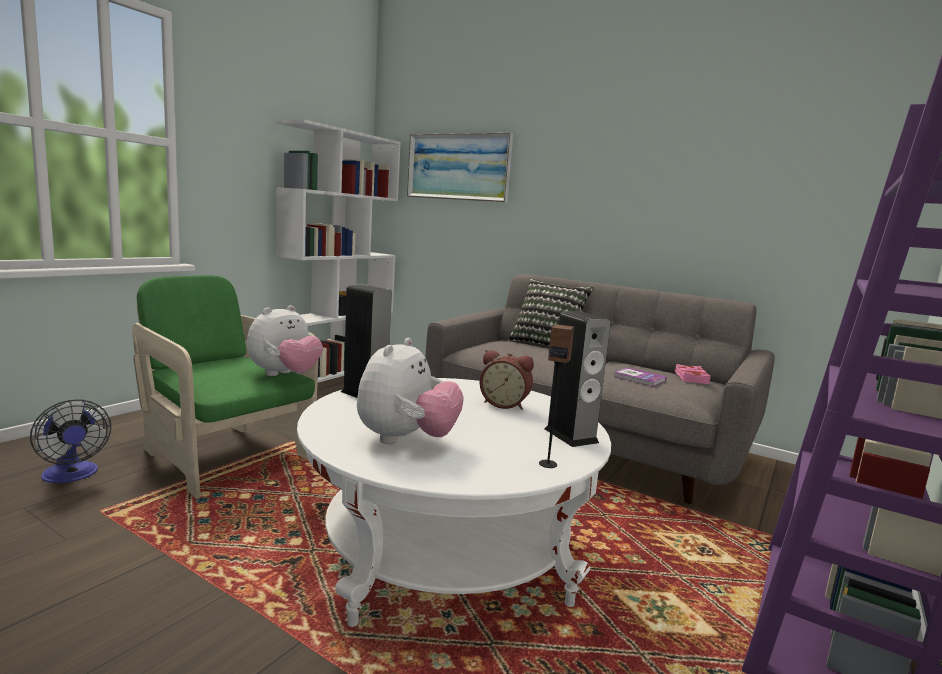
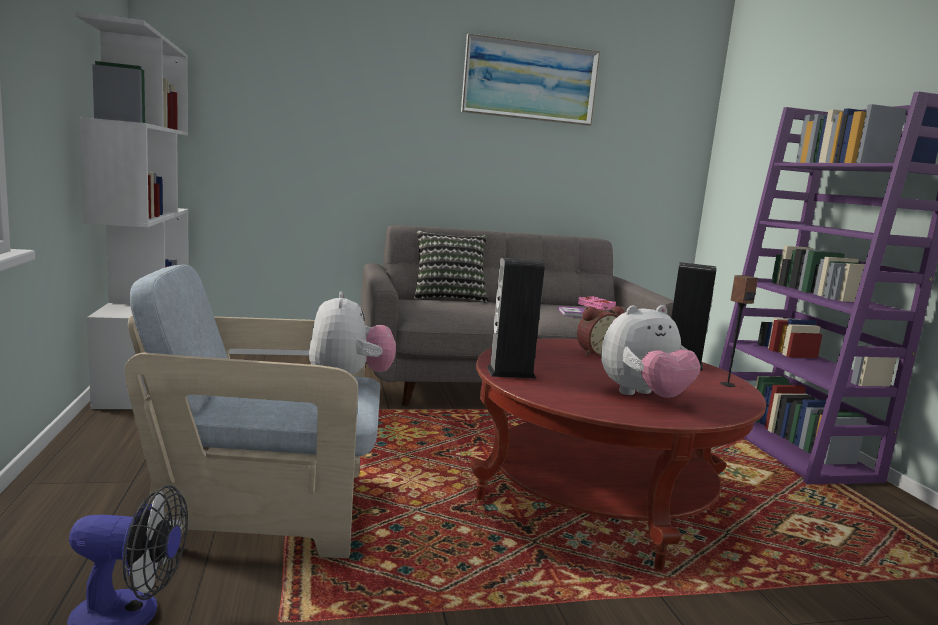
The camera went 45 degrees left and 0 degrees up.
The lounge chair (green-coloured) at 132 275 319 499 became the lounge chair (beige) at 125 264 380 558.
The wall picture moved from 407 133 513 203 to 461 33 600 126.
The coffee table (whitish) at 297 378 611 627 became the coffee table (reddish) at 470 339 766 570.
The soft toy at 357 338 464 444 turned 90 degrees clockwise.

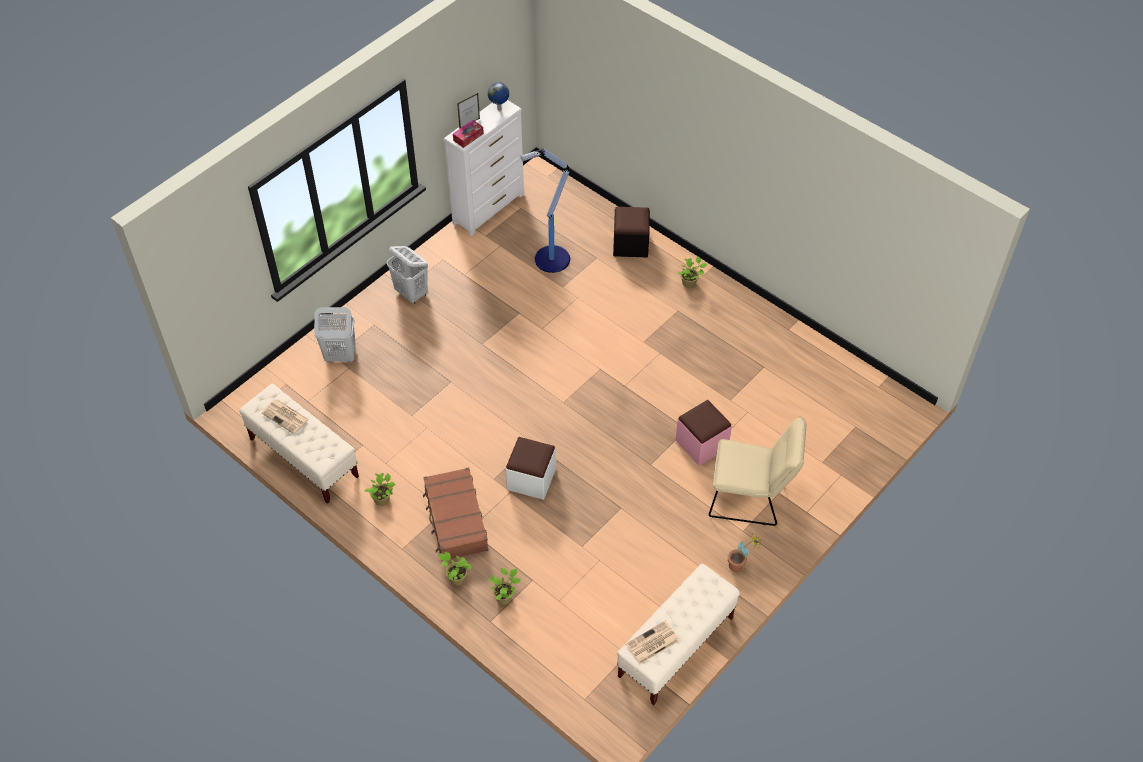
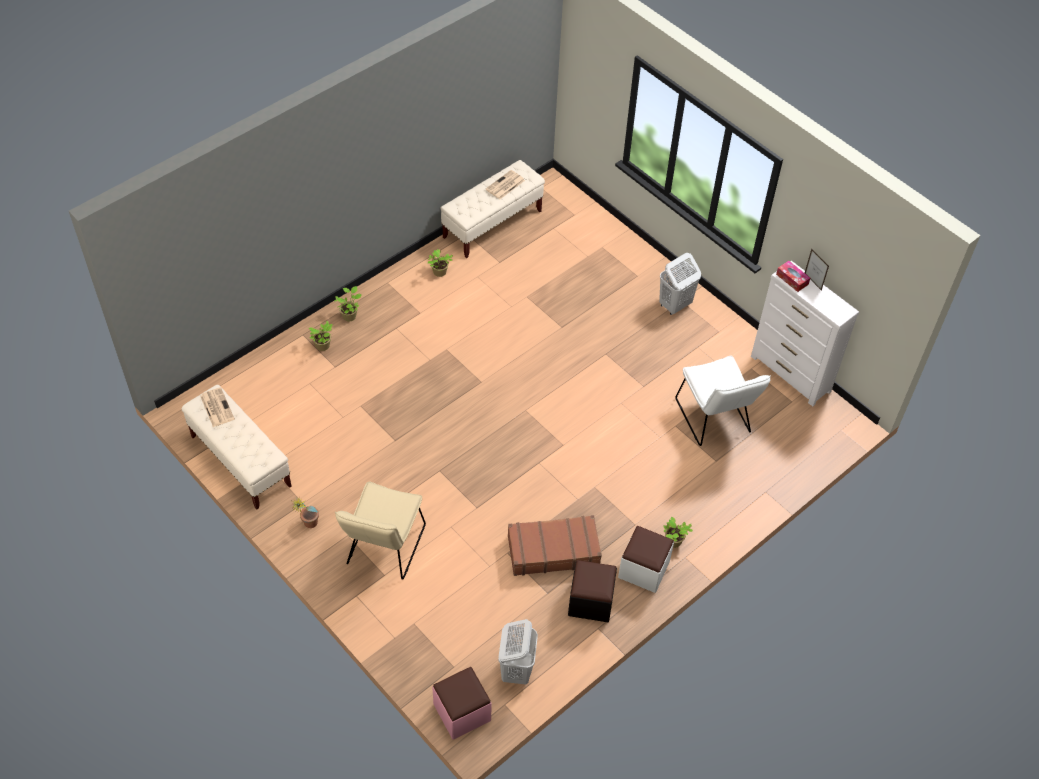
The camera went 95 degrees right and 0 degrees up.
The ottoman (pink) moved from 675 400 732 466 to 432 667 492 740.
The laundry basket (whitish) moved from 314 307 356 362 to 499 619 538 685.
The travel case (brown) moved from 423 467 488 559 to 508 515 602 576.
The ottoman (black) moved from 613 207 650 257 to 568 560 617 622.
The ottoman (whitish) moved from 506 437 556 500 to 618 526 674 593.
The standing lamp at 520 148 570 273 was replaced by the upright chair (whitish) at 675 356 771 446.
The globe at 488 82 509 111 disappeared.

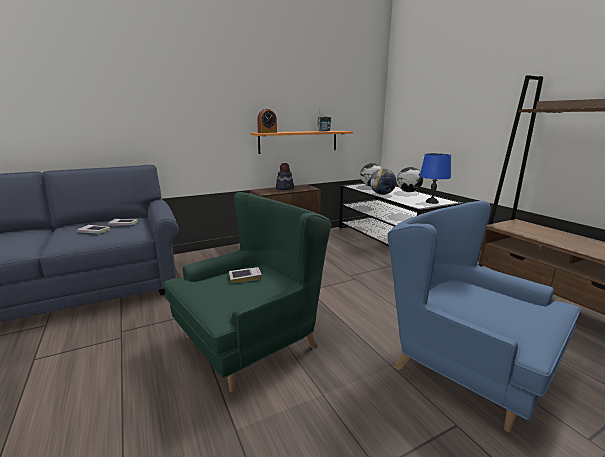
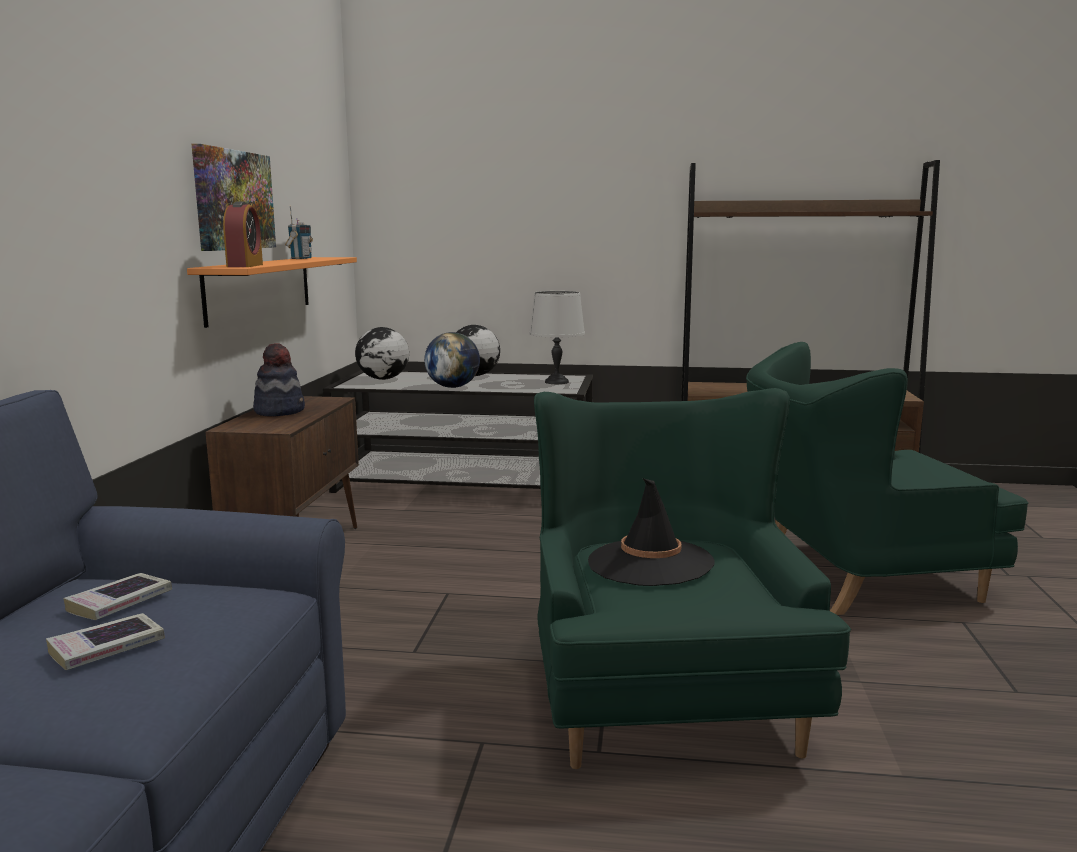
The camera went 55 degrees left and 5 degrees down.
The wall picture at 192 144 276 251 appeared.
The tabletop lamp (blue-coloured) at 420 153 451 204 became the tabletop lamp (gray) at 529 291 585 384.
The volume at 229 267 262 284 was replaced by the wearable hat (black) at 588 479 714 586.
The lounge chair (blue-coloured) at 388 201 580 432 became the lounge chair (green-coloured) at 746 342 1029 615.

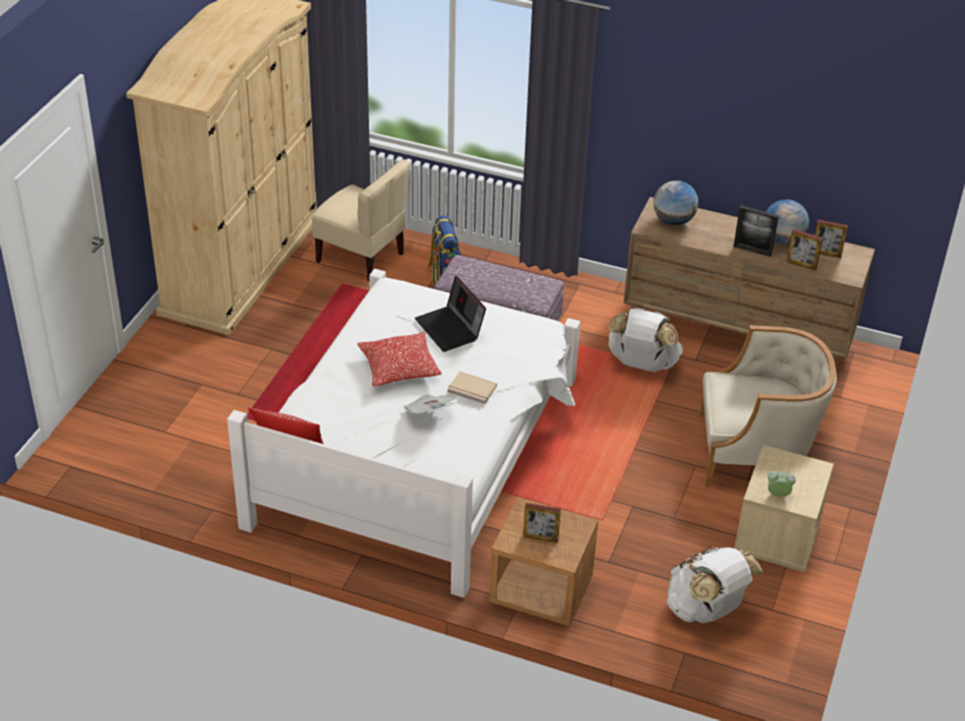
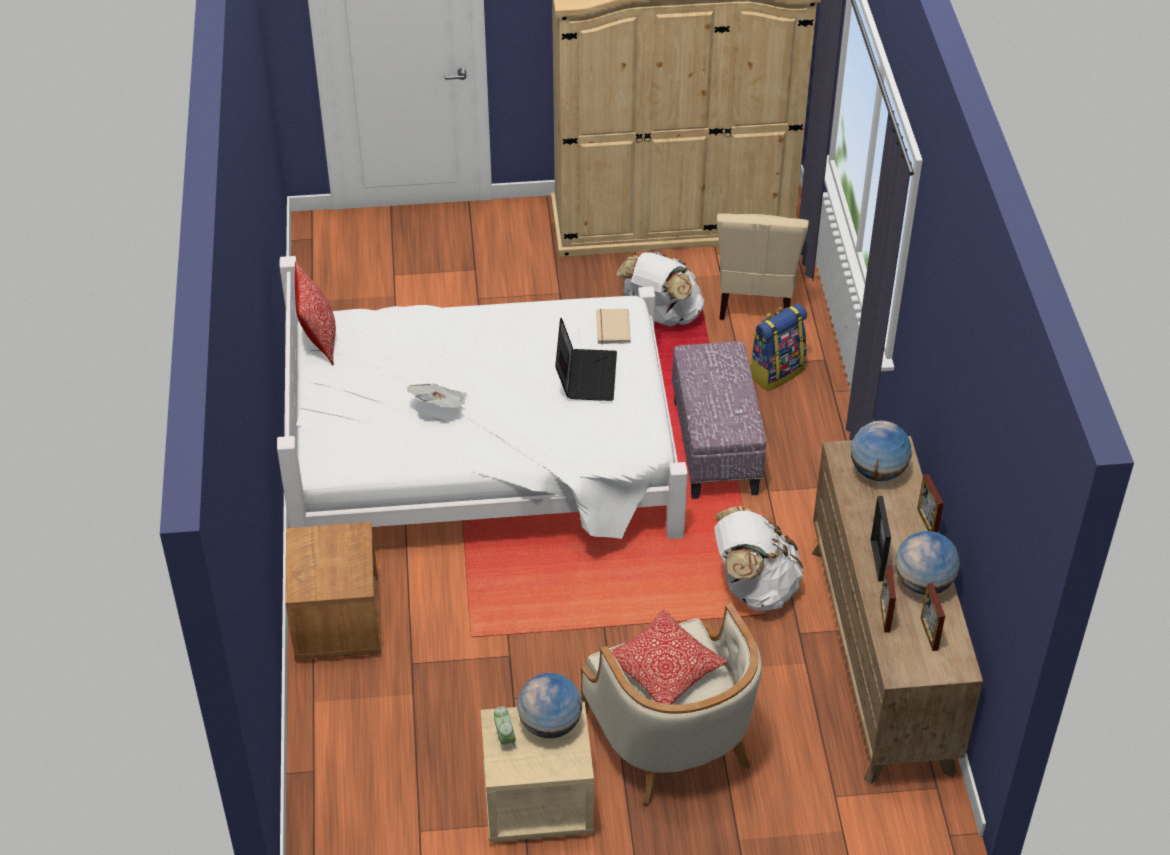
The camera went 65 degrees right and 5 degrees up.
The globe at 517 673 582 738 appeared.
The notebook computer at 415 276 486 352 turned 150 degrees clockwise.
The volume (beige) moved from 447 372 497 404 to 596 309 631 344.
The throw pillow moved from 358 332 441 386 to 610 609 728 704.
The knapsack (whitish) moved from 667 547 763 623 to 617 252 704 327.
The picture frame moved from 523 503 561 543 to 917 474 944 533.

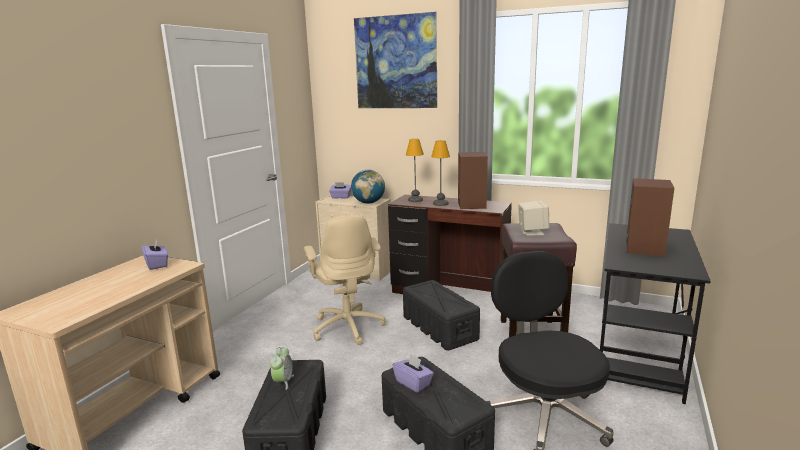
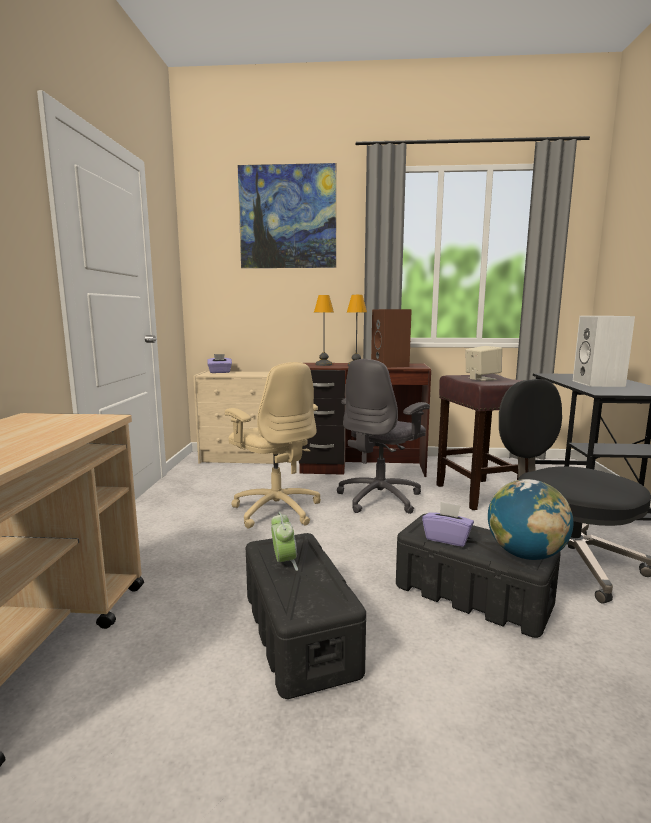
The camera went 20 degrees left and 5 degrees down.
The storage container (black) at 403 280 480 350 was replaced by the computer chair (gray) at 337 359 430 514.
The globe moved from 351 170 385 204 to 488 479 573 560.
The speaker (brown) at 626 178 674 257 became the speaker (whitish) at 573 316 635 387.
The tissue holder (purple) at 142 239 168 270 disappeared.

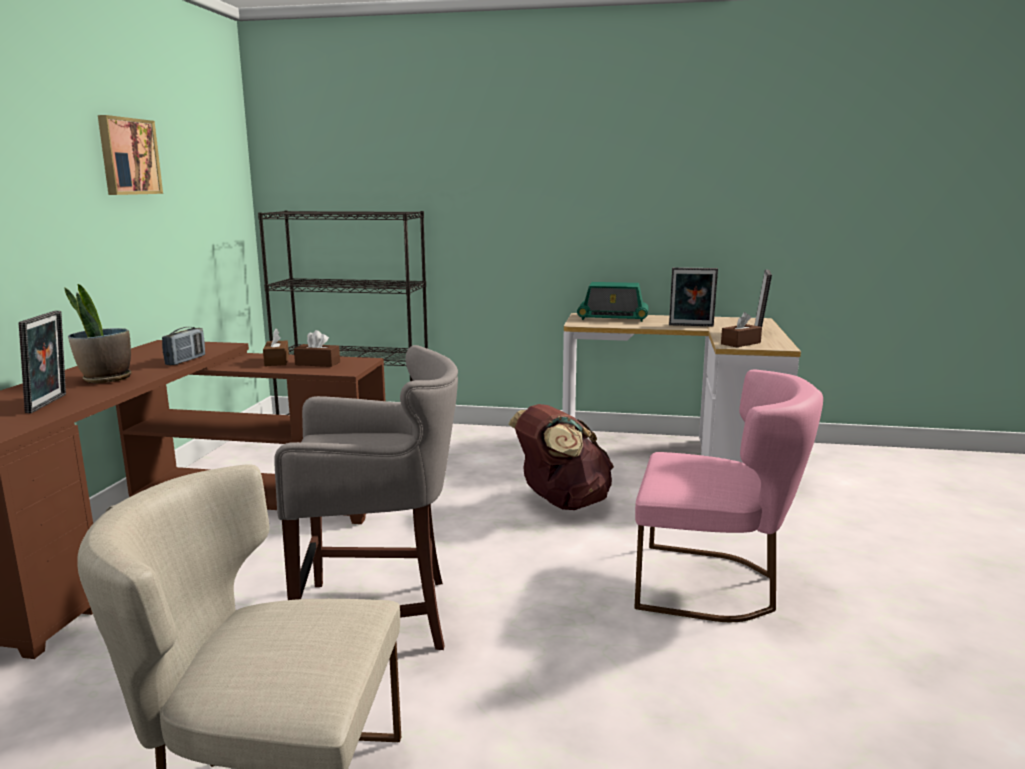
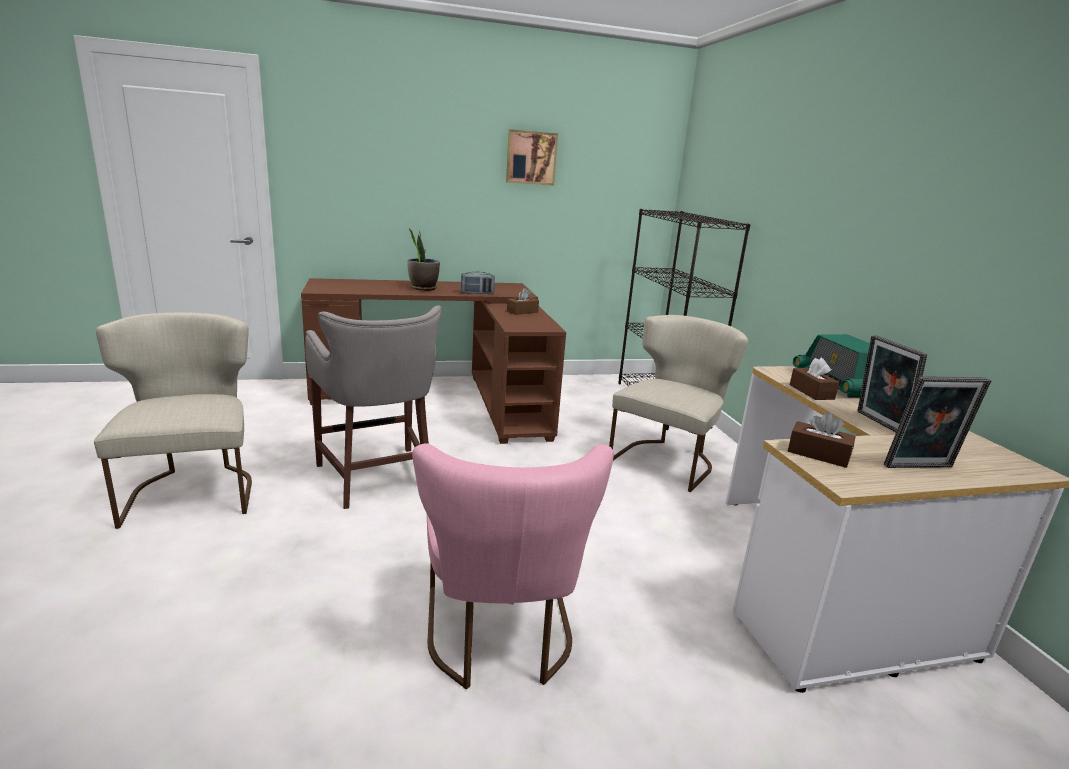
The camera went 65 degrees right and 5 degrees up.
The upright chair (beige) at 609 315 748 492 appeared.
The tissue holder (brown) moved from 294 330 340 367 to 790 358 840 400.
The picture frame at 19 310 66 413 disappeared.
The knapsack (brown) at 508 404 614 510 disappeared.

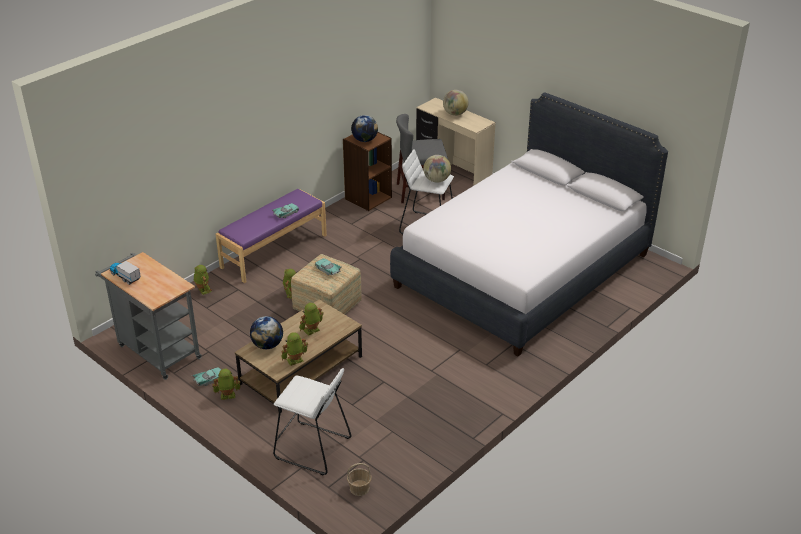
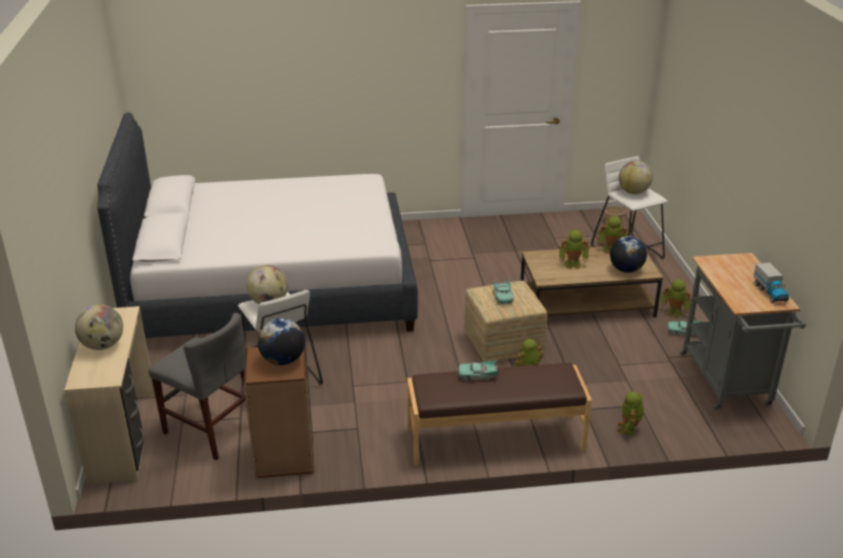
The camera went 140 degrees left and 5 degrees down.
The indoor bench (purple) at 216 189 327 283 became the indoor bench (brown) at 407 363 592 466.
The globe at 619 161 653 194 appeared.

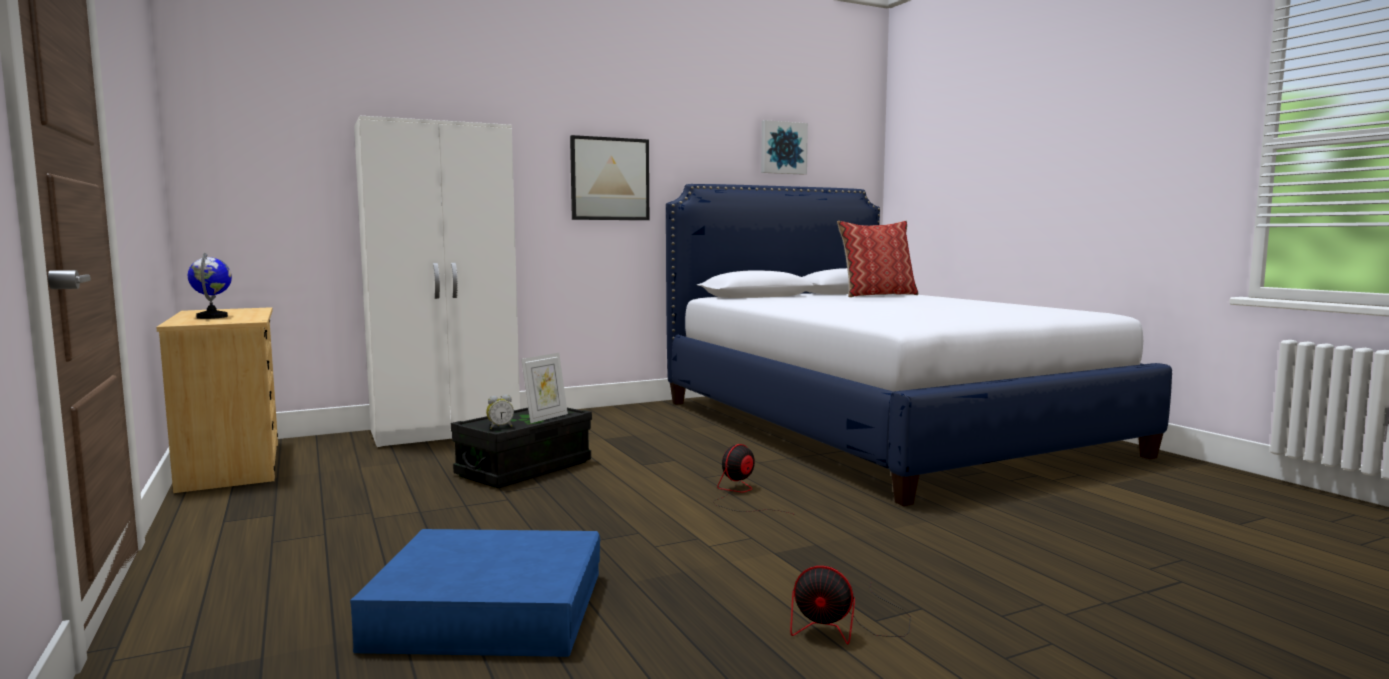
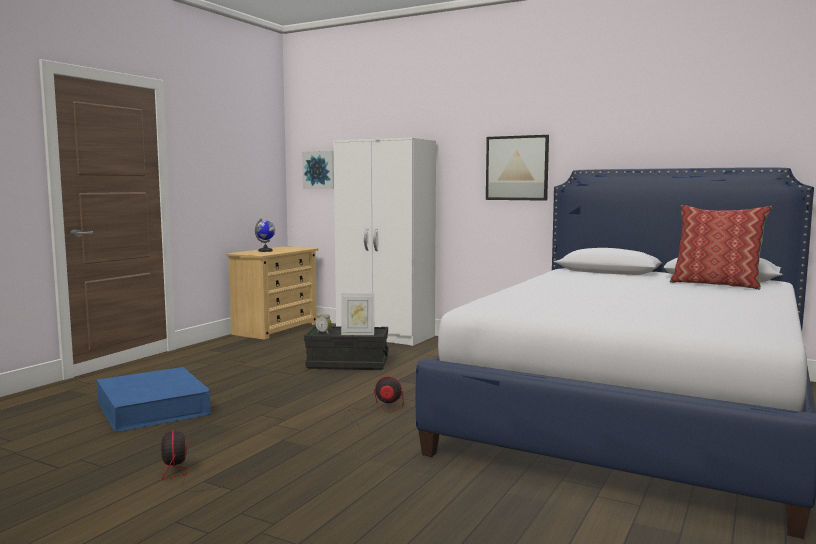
The camera went 55 degrees right and 0 degrees up.
The wall picture moved from 761 120 808 175 to 302 151 334 189.

